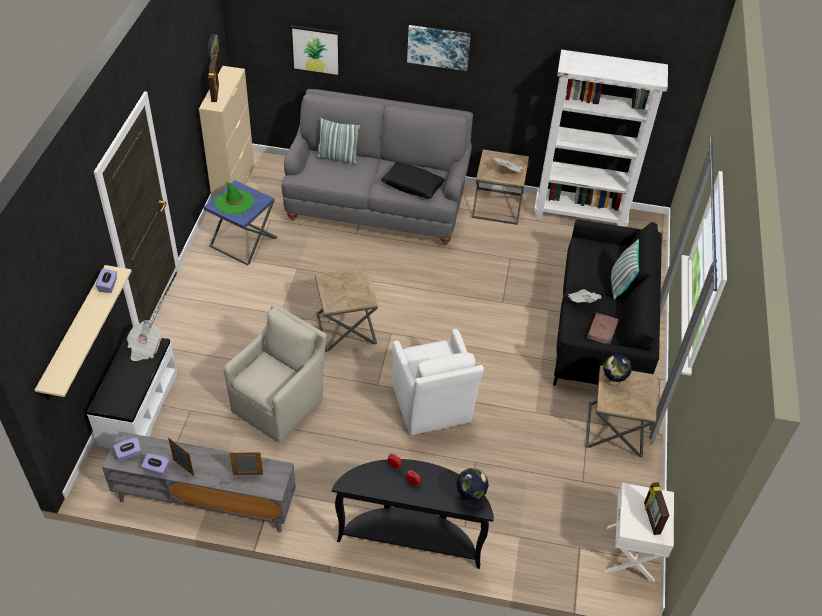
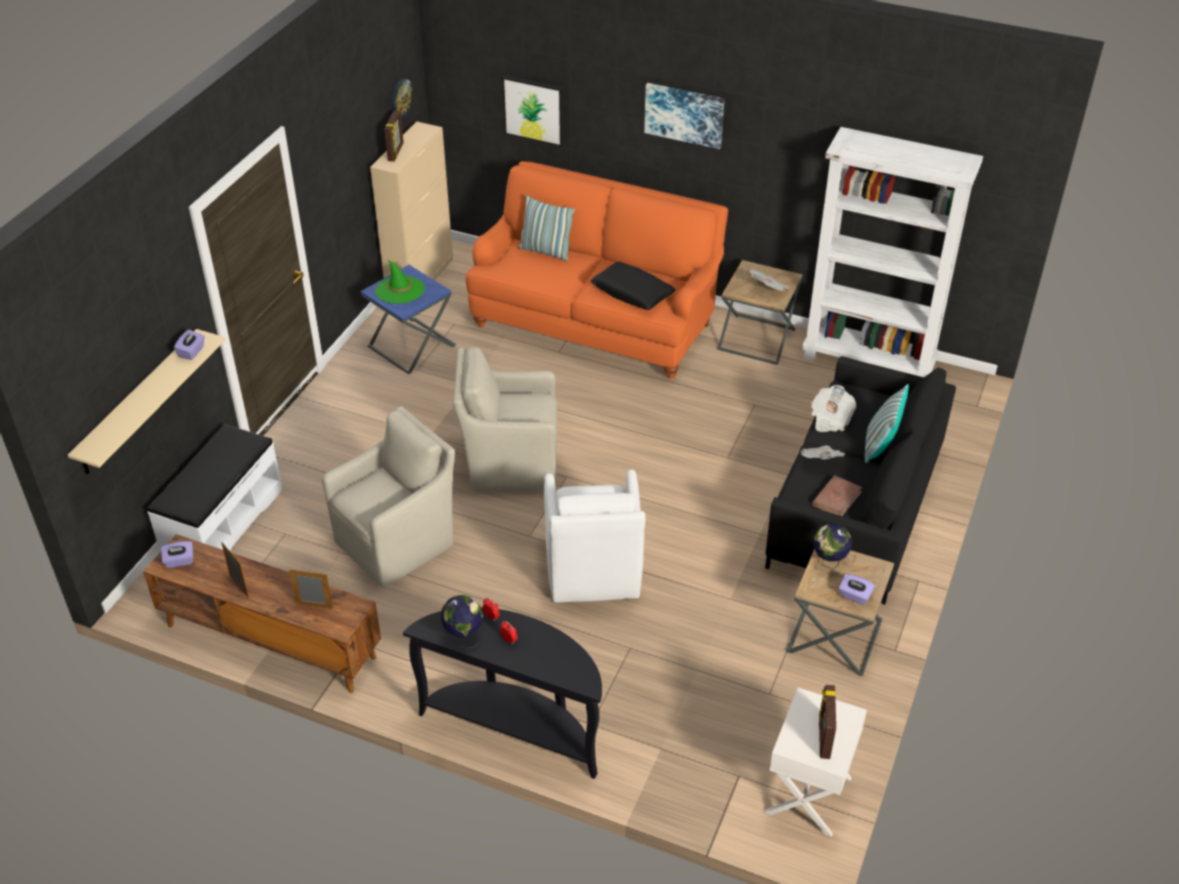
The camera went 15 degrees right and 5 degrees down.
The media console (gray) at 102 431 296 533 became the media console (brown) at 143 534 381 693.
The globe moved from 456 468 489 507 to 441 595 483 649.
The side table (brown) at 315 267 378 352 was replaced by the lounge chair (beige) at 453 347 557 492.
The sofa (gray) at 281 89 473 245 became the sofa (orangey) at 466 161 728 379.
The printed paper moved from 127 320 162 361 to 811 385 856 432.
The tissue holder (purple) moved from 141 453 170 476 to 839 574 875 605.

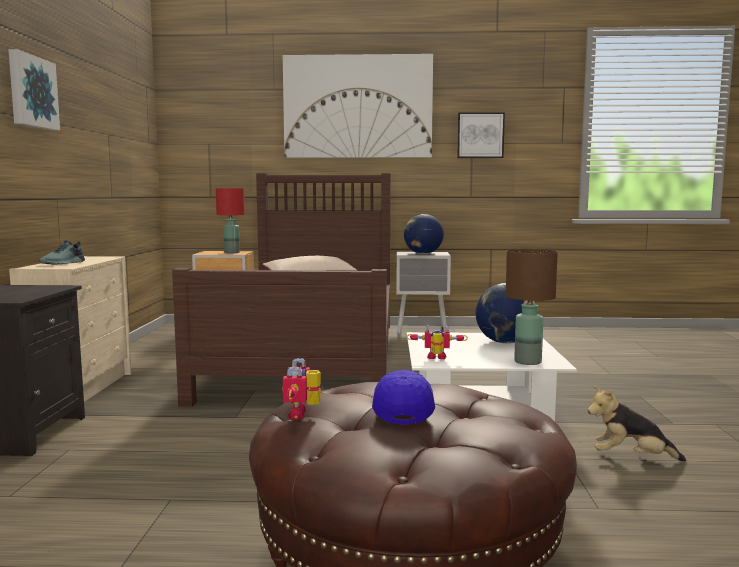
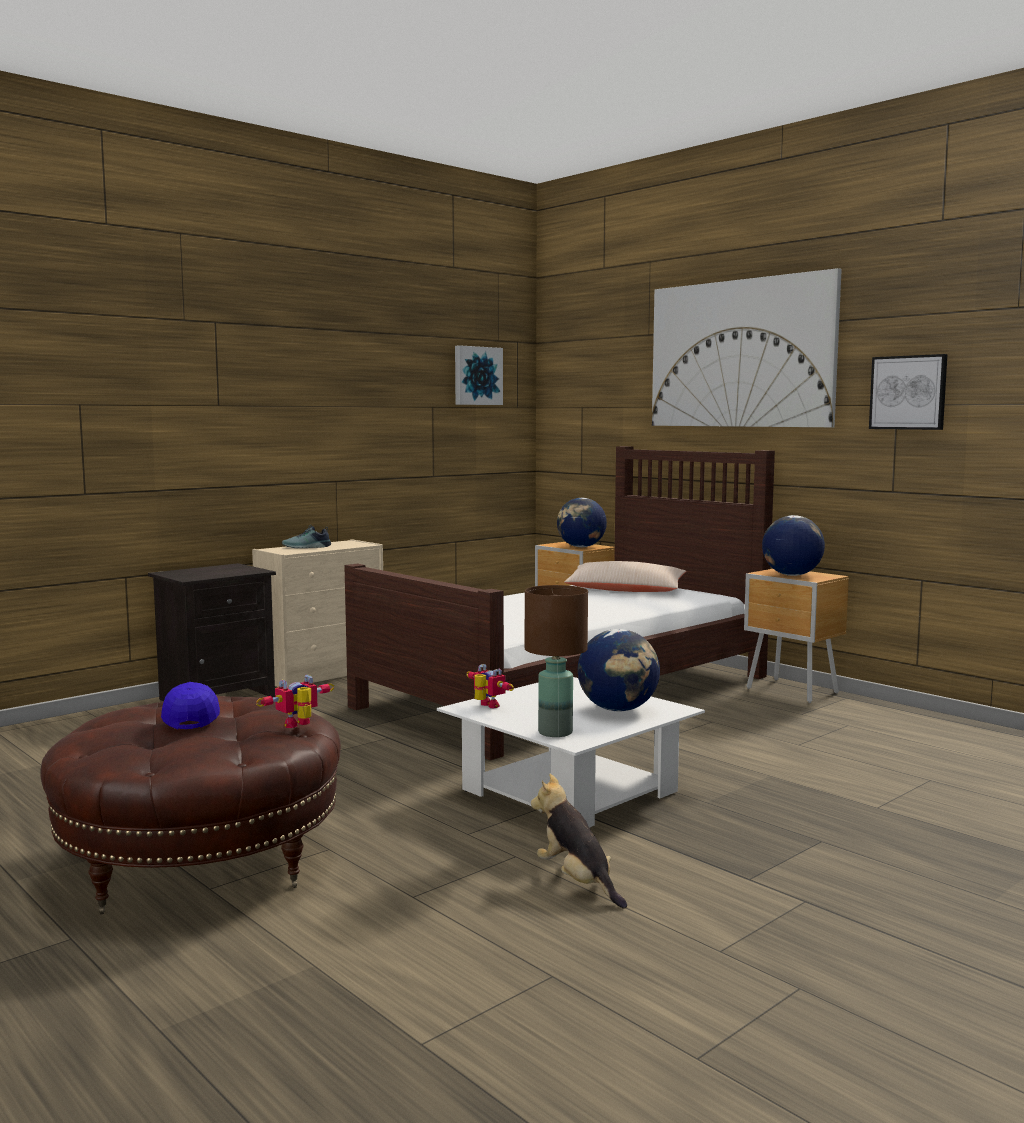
The camera went 45 degrees right and 0 degrees up.
The peaked cap (blue-coloured) at 372 369 435 425 turned 60 degrees counterclockwise.
The model robot moved from 282 358 321 420 to 256 675 334 728.
The wall picture moved from 8 49 60 131 to 455 345 503 405.
The tabletop lamp (reddish) at 216 188 245 253 was replaced by the globe at 557 498 607 547.
The bedside table (gray) at 396 252 451 334 became the bedside table (brown) at 744 569 849 703.

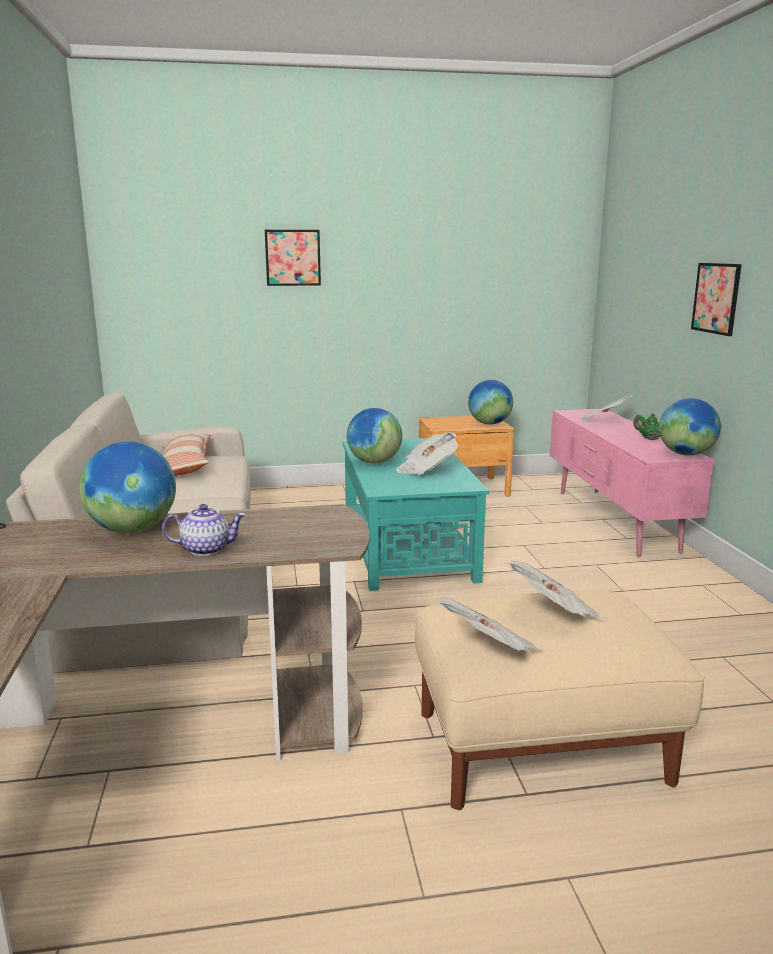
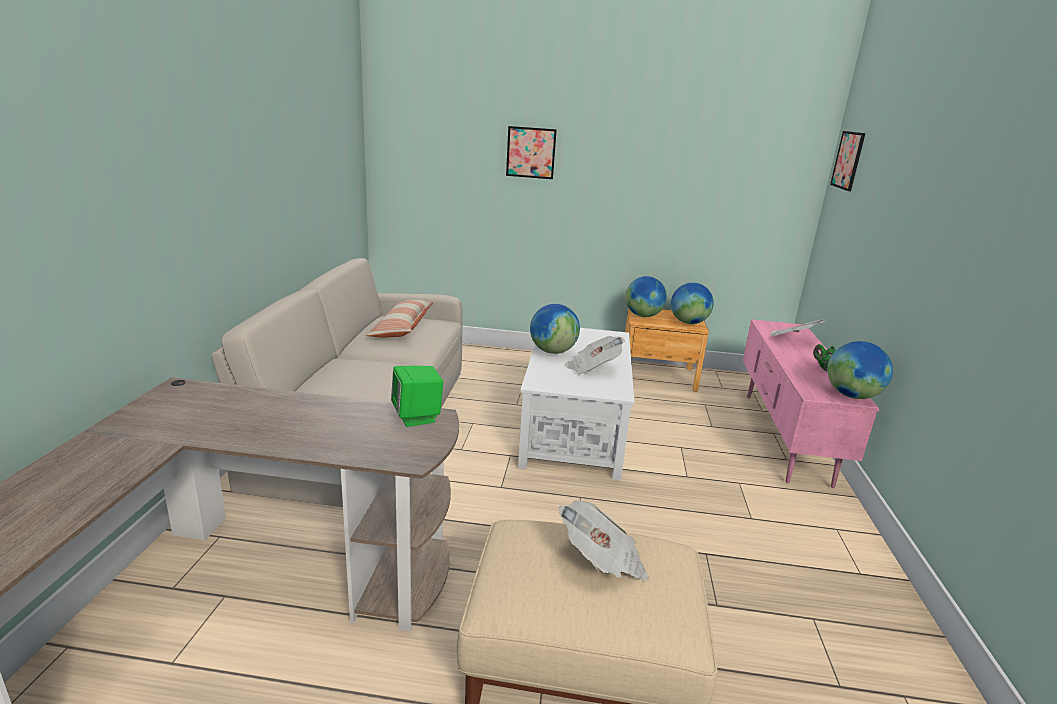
The camera went 15 degrees right and 5 degrees up.
The speaker (green-coloured) at 391 366 443 427 appeared.
The coffee table (blue-green) at 343 438 489 591 became the coffee table (whitish) at 518 328 634 481.
The globe moved from 79 442 176 533 to 625 276 667 317.
The wall picture moved from 691 263 742 336 to 830 131 866 191.
The pot for tea at 162 504 246 556 disappeared.
The printed paper at 436 597 543 652 disappeared.

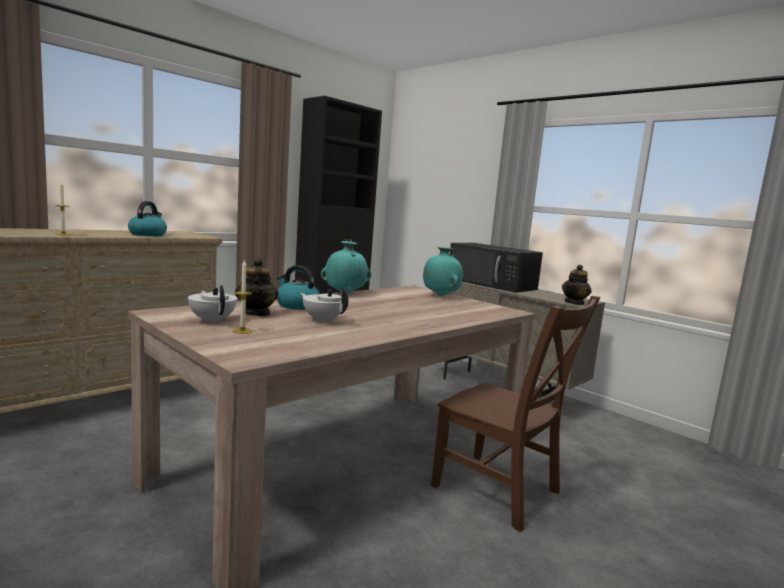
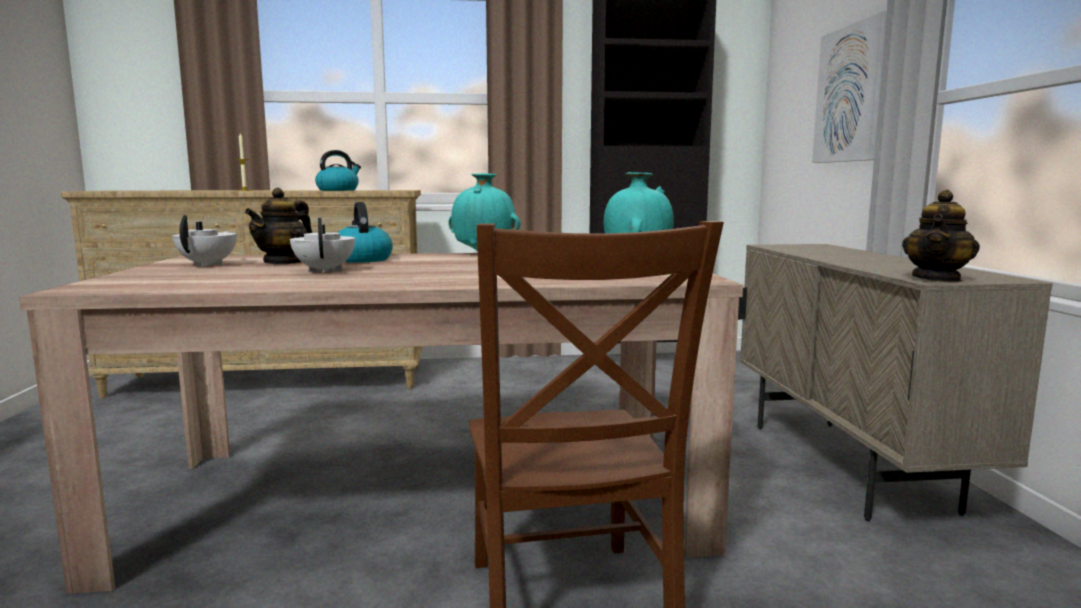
The camera went 40 degrees right and 0 degrees up.
The wall picture at 812 11 887 163 appeared.
The pot for tea at 562 265 591 305 turned 45 degrees counterclockwise.
The wax light at 232 259 252 334 disappeared.
The microwave (black) at 450 243 543 293 disappeared.

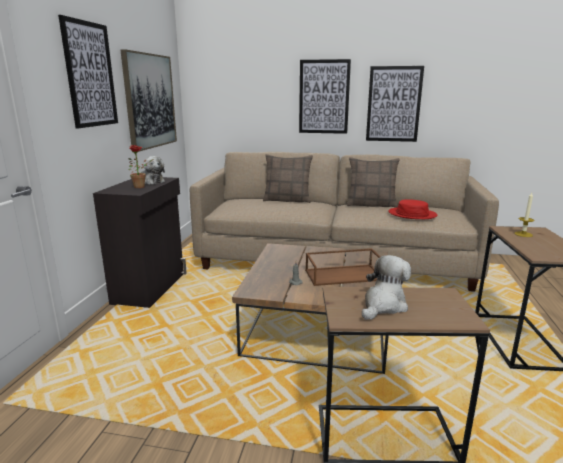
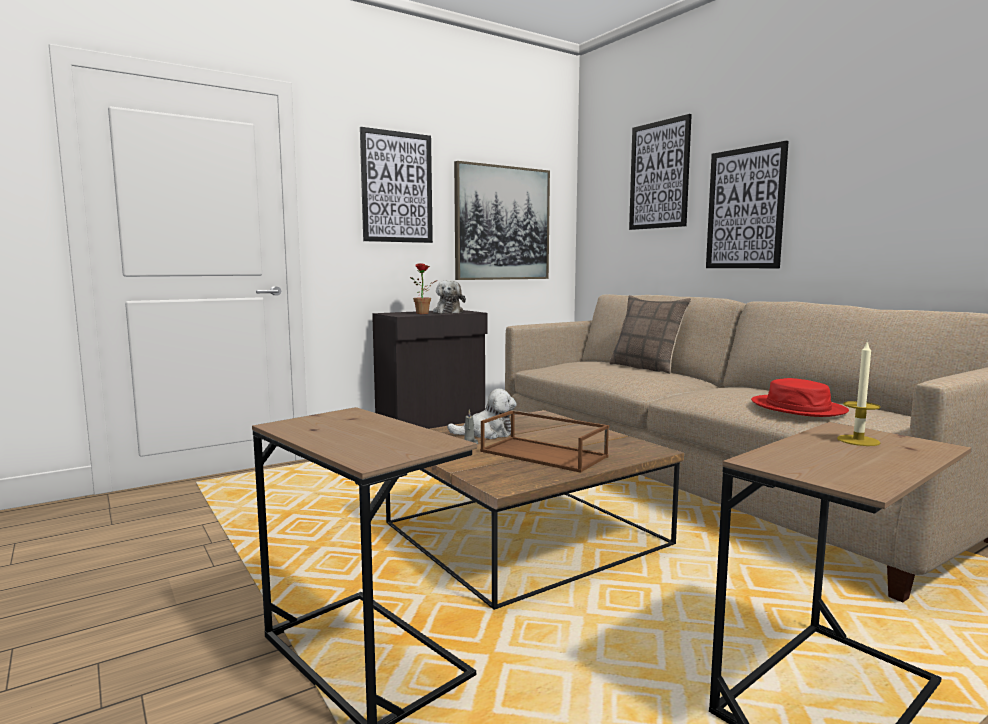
The camera went 45 degrees right and 10 degrees down.
The soft toy moved from 362 255 411 320 to 447 389 517 439.
The wall picture moved from 366 66 424 142 to 629 114 692 230.
The throw pillow at 347 157 400 208 disappeared.

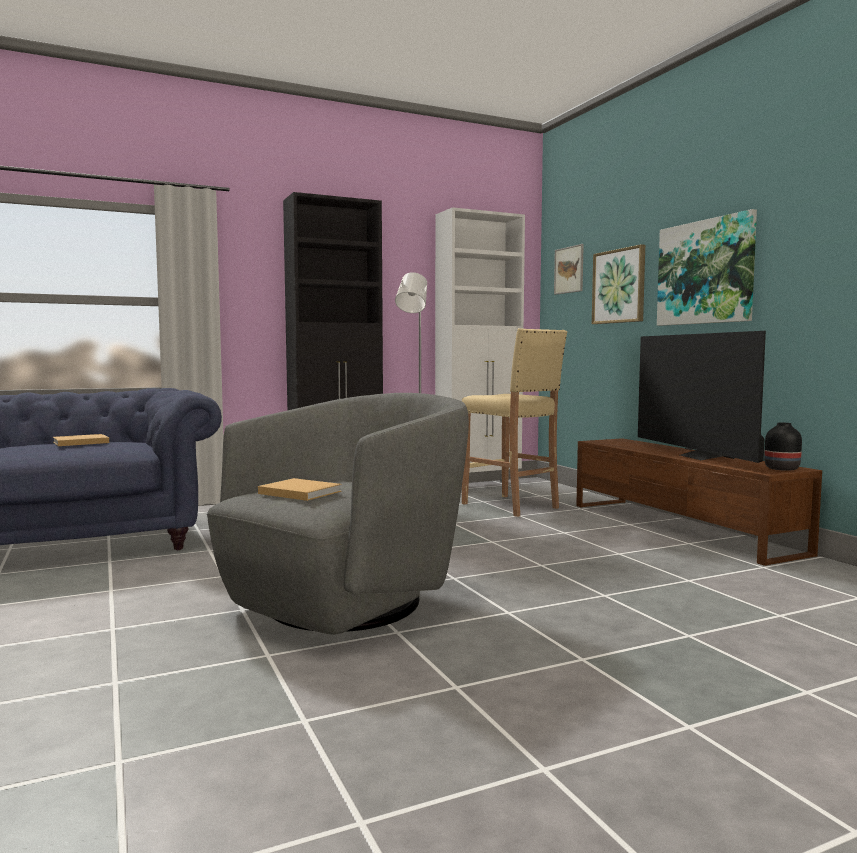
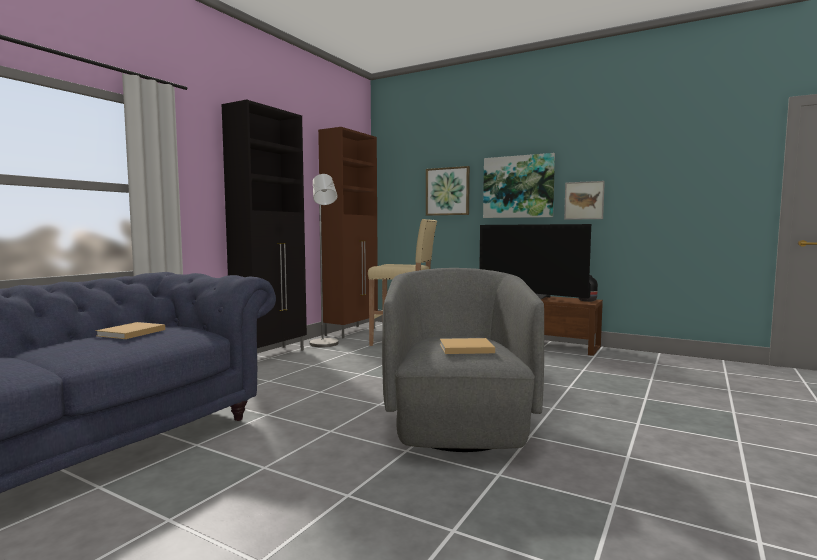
The camera went 35 degrees left and 0 degrees up.
The storage cabinet (whitish) at 435 207 525 482 became the storage cabinet (brown) at 318 127 378 338.
The wall picture moved from 554 244 584 295 to 564 181 605 220.

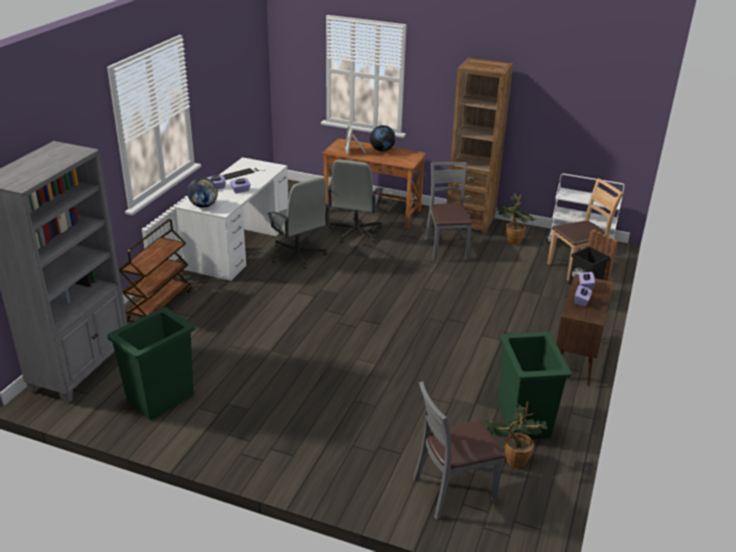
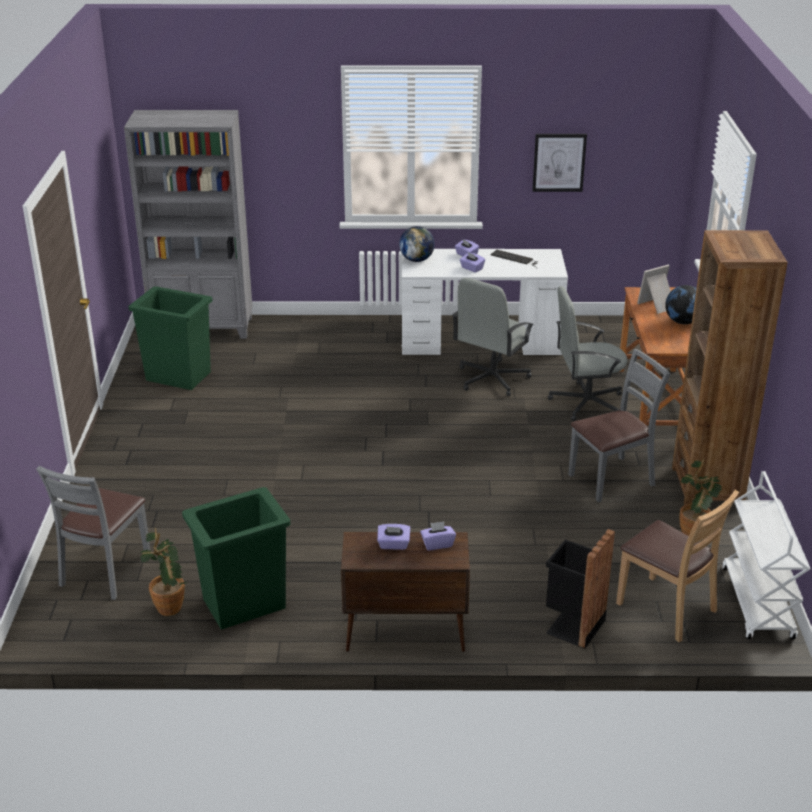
The camera went 70 degrees right and 0 degrees up.
The upright chair (gray) at 414 381 506 520 turned 120 degrees counterclockwise.
The wall picture at 532 134 587 192 appeared.
The trolley (brown) at 119 219 192 322 disappeared.

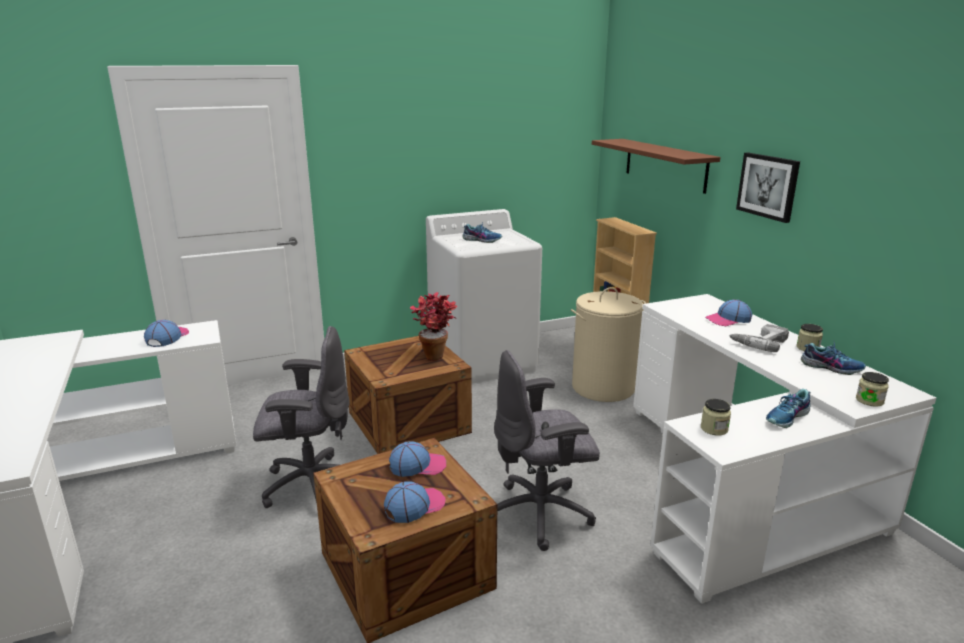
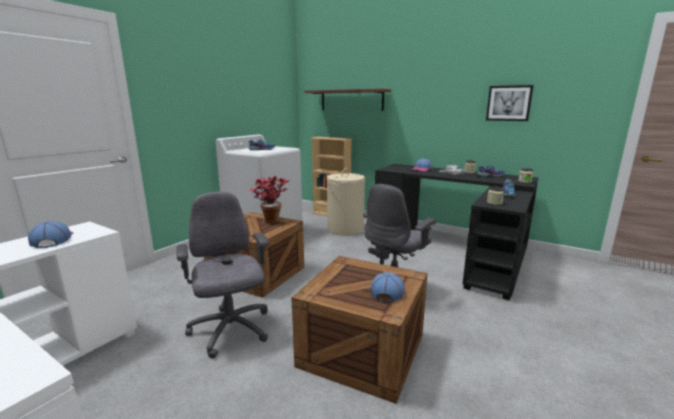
The camera went 35 degrees left and 5 degrees down.
The computer chair (gray) at 253 326 350 508 turned 75 degrees counterclockwise.
The desk unit (whitish) at 633 294 936 604 became the desk unit (black) at 375 164 539 300.
The wall picture moved from 736 153 800 223 to 486 85 534 121.
The peaked cap at 389 441 446 477 disappeared.

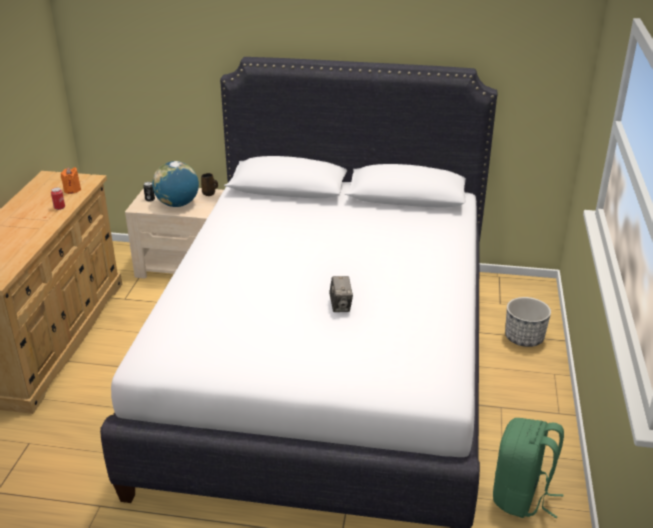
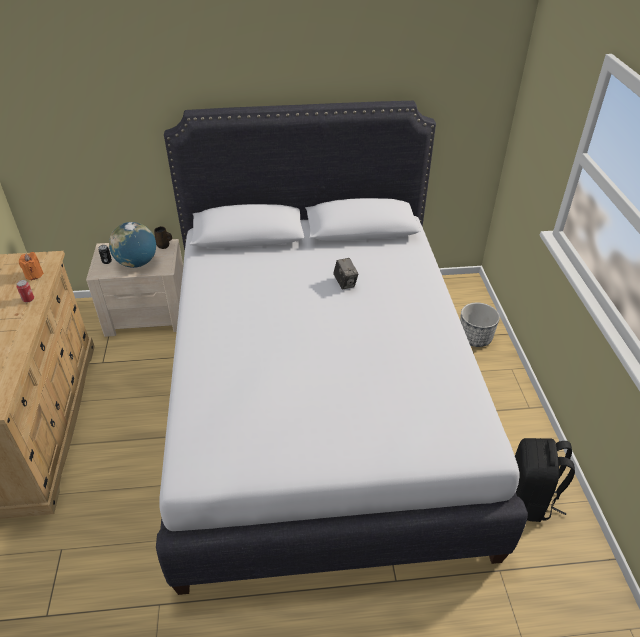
The camera went 15 degrees left and 10 degrees up.
The photo camera moved from 329 276 353 312 to 333 258 359 290.
The knapsack (green-coloured) at 493 418 564 518 became the knapsack (black) at 515 438 575 522.

